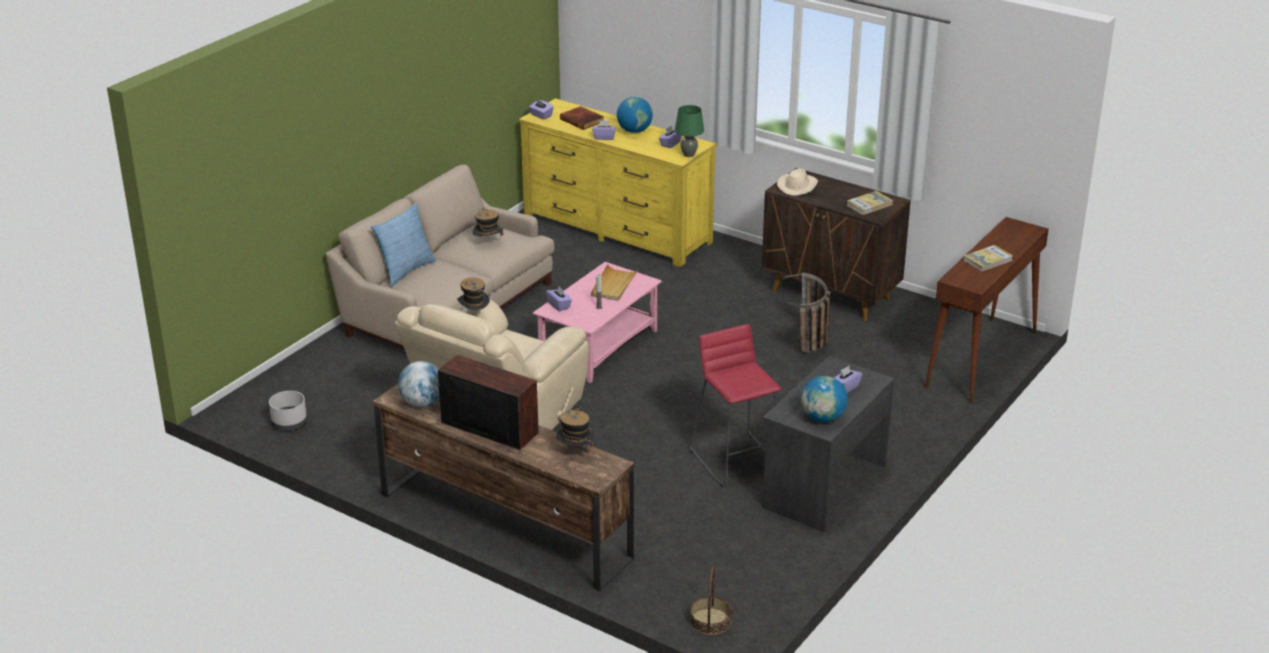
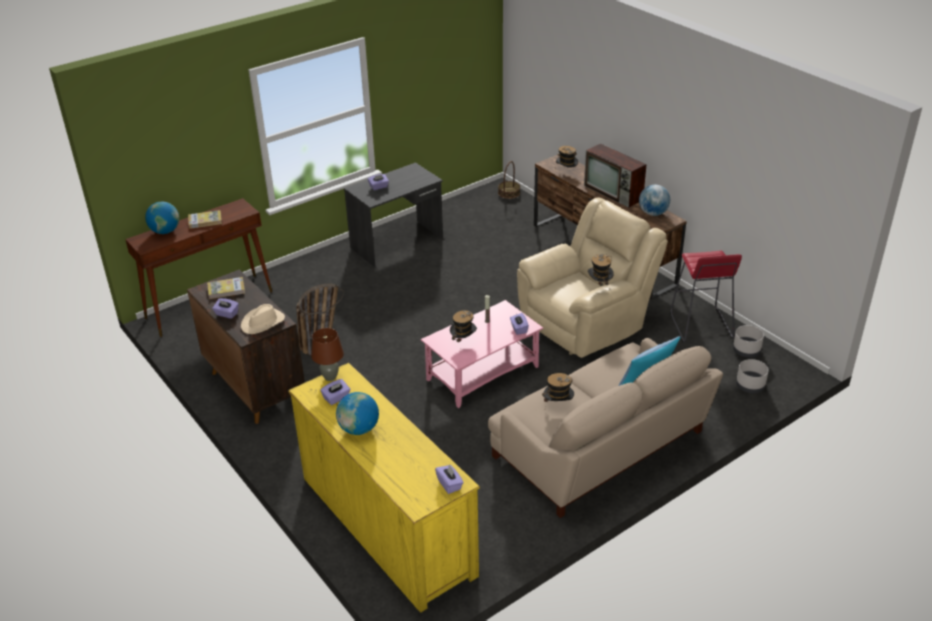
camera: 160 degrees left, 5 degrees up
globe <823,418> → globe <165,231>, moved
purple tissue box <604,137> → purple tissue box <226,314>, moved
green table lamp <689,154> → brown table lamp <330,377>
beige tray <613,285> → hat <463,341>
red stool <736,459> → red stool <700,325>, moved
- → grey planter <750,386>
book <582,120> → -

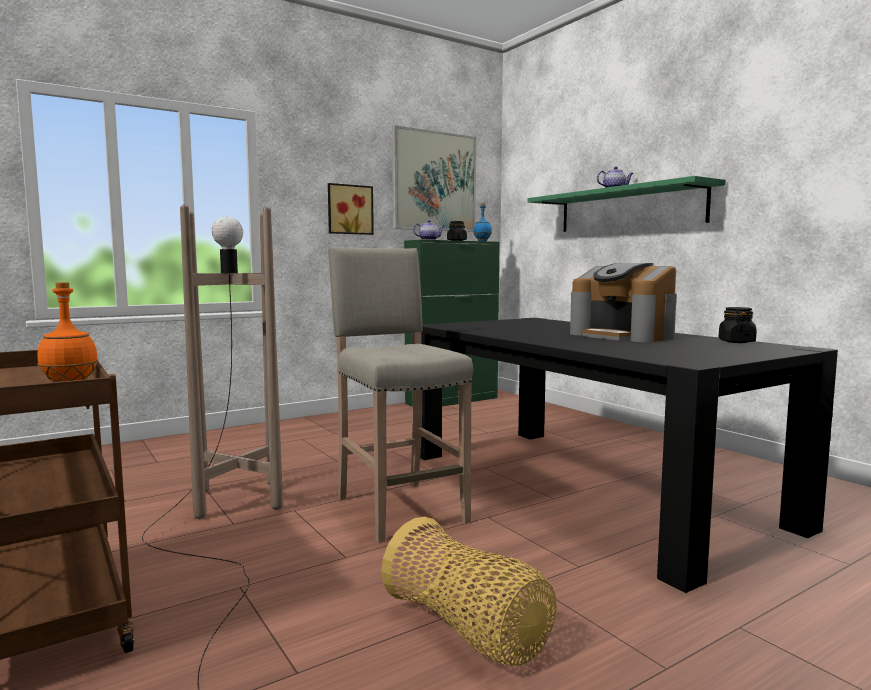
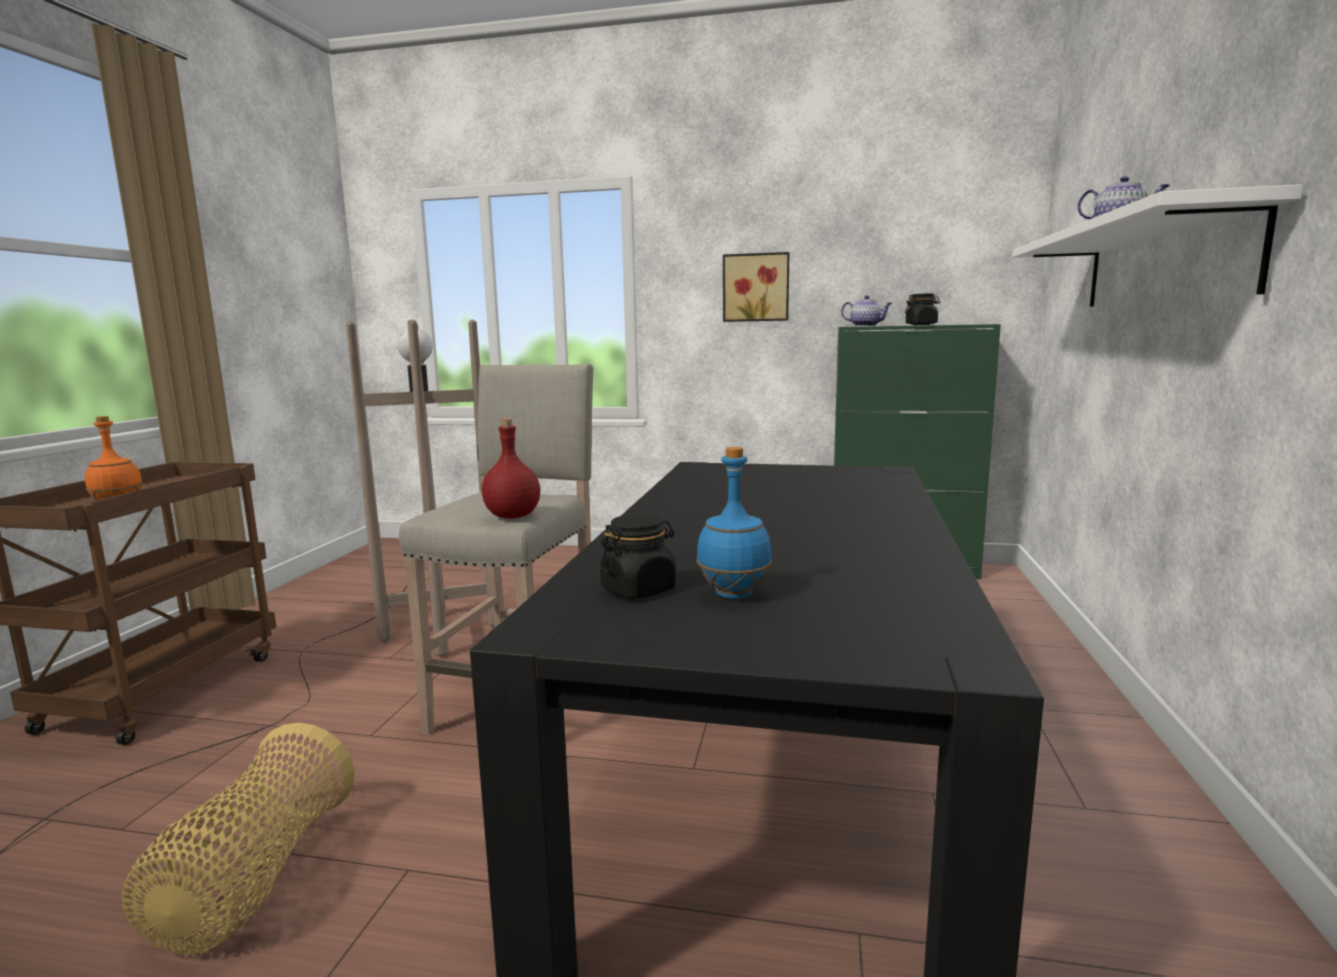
camera: 45 degrees right, 5 degrees up
- → red bottle <513,516>
black jar <736,342> → black jar <639,589>, moved
blue bottle <482,241> → blue bottle <732,594>, moved
green shelf <628,209> → white shelf <1162,263>
picture <434,181> → -
coffee machine <623,336> → -

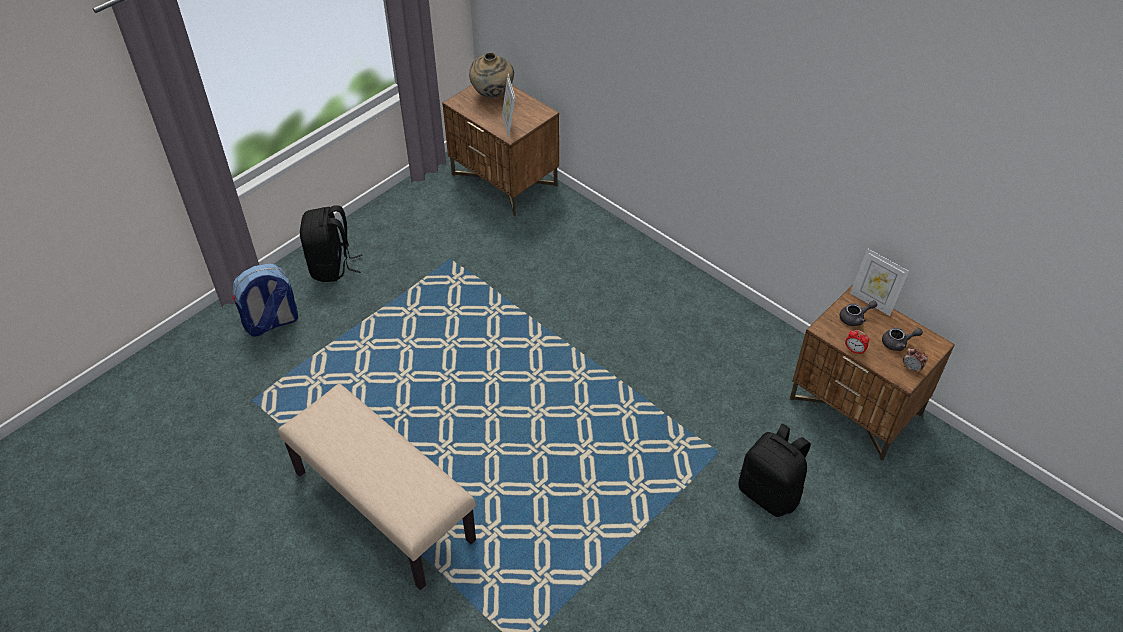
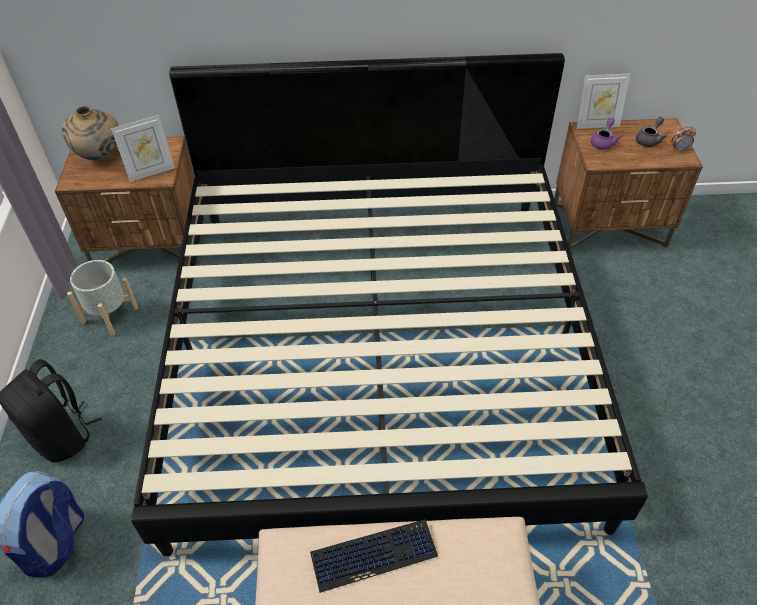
camera: 45 degrees left, 0 degrees up
- → grey planter <109,315>
picture frame <509,125> → picture frame <151,172>, 60 degrees counterclockwise
- → bed <379,348>
- → keyboard <373,555>
grey teapot <855,318> → purple teapot <603,142>
black backpack <770,493> → -
alarm clock <854,350> → -

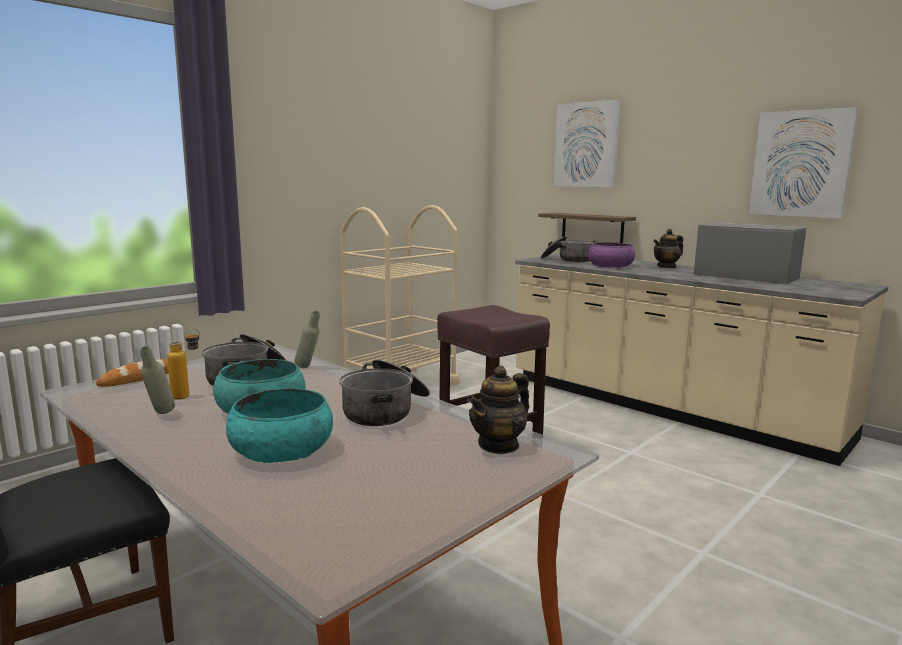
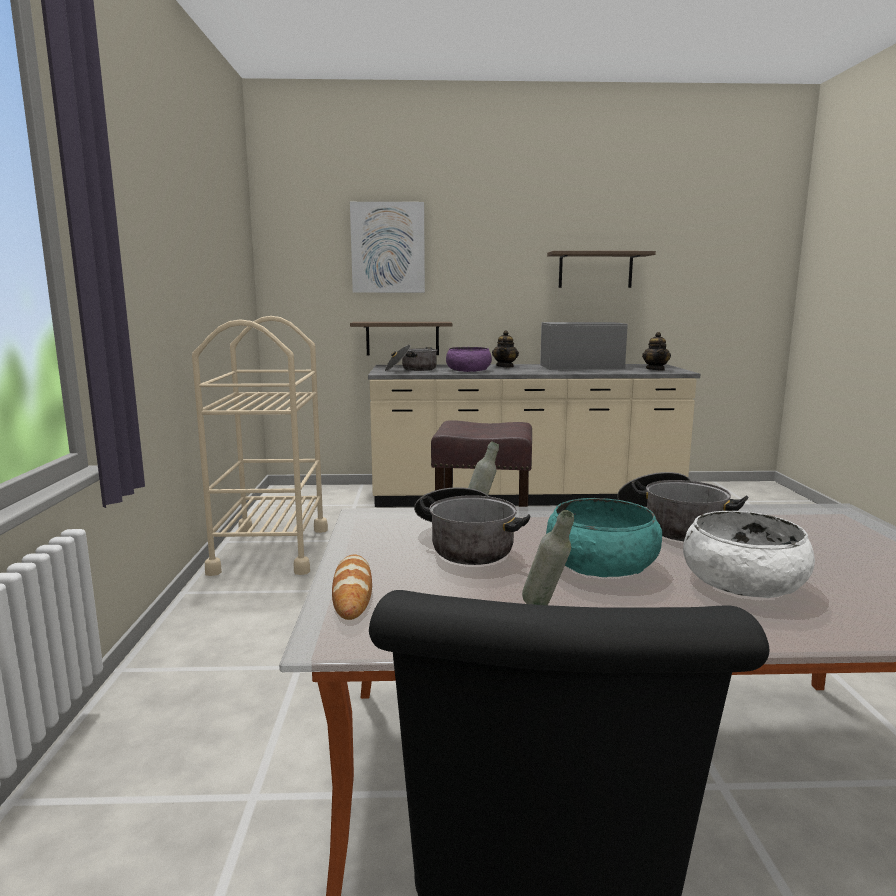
camera: 45 degrees left, 0 degrees up
picture <801,164> → shelf <595,270>
teapot <499,445> → teapot <655,369>, moved
turquoise bowl <282,449> → white bowl <743,581>
bottle <188,396> → -

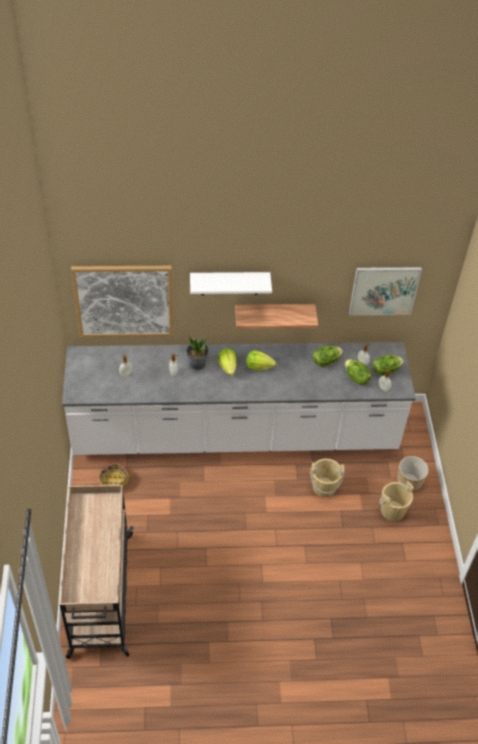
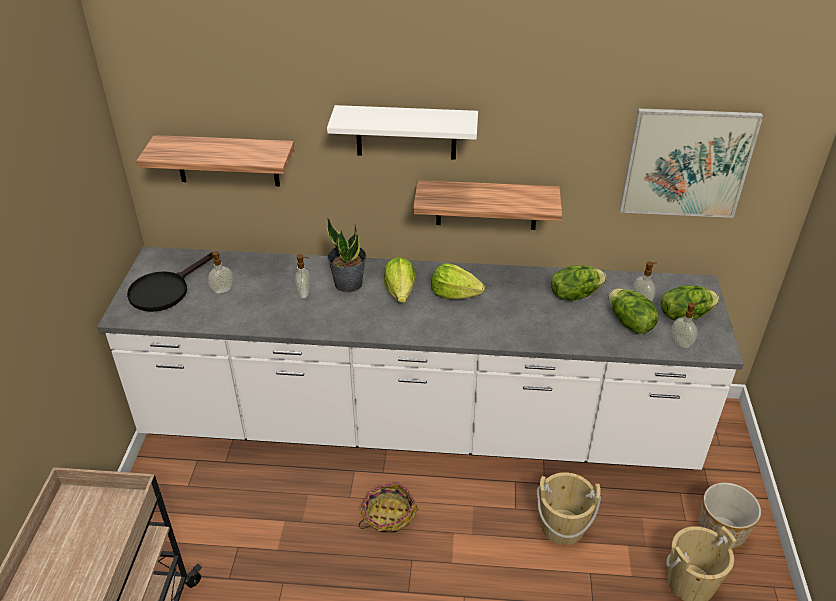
camera: 10 degrees right, 10 degrees down
- → black frying pan <165,290>
picture <124,300> → shelf <227,161>
basket <113,481> → basket <388,515>, moved

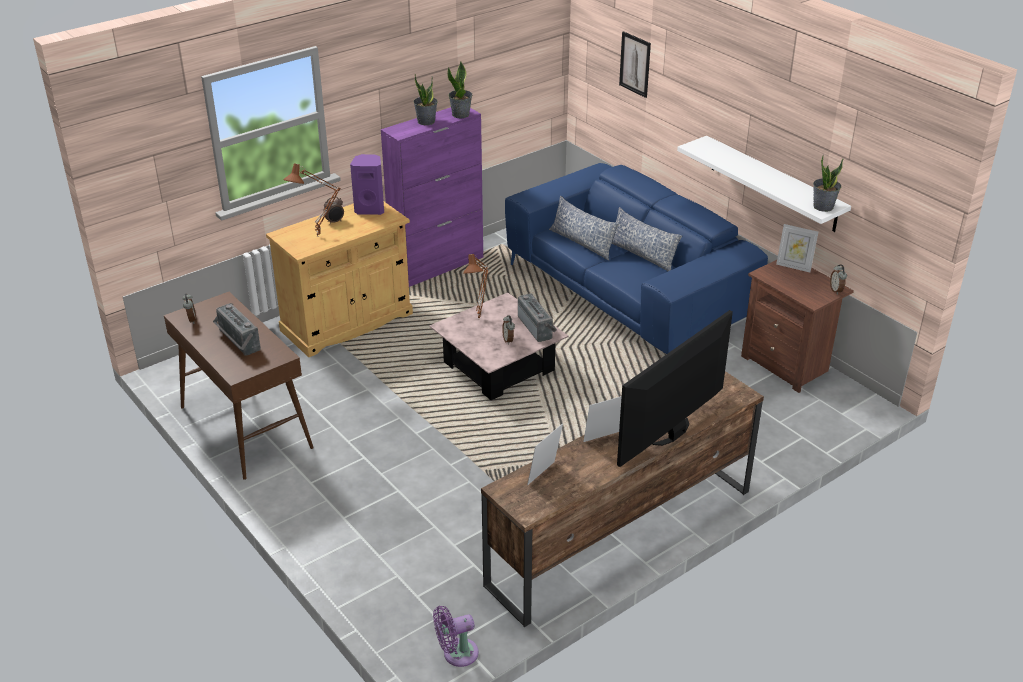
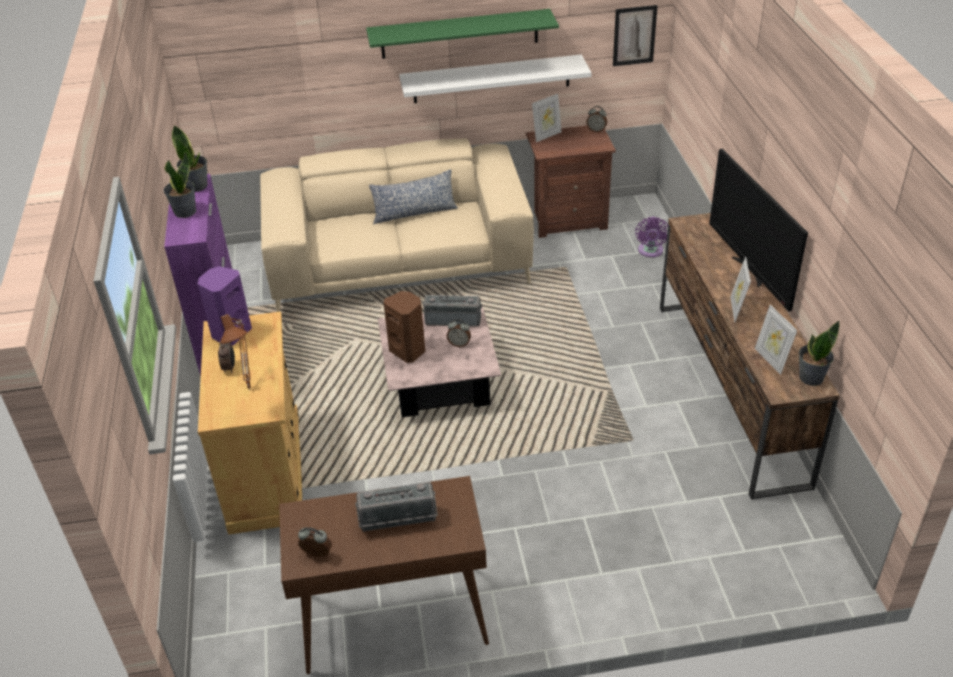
camera: 60 degrees left, 5 degrees up
blue sofa <627,295> → beige sofa <399,264>
- → green shelf <459,34>
brown table lamp <480,319> → brown speaker <408,351>
picture <635,64> → picture <634,35>, moved
purple fan <457,654> → purple fan <650,251>, moved
potted plant <823,206> → potted plant <810,377>, moved
pillow <582,243> → -

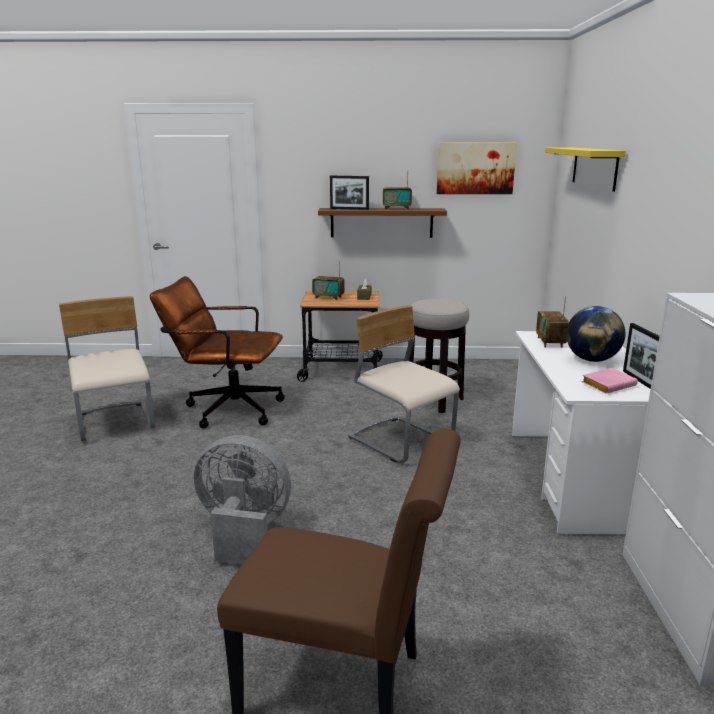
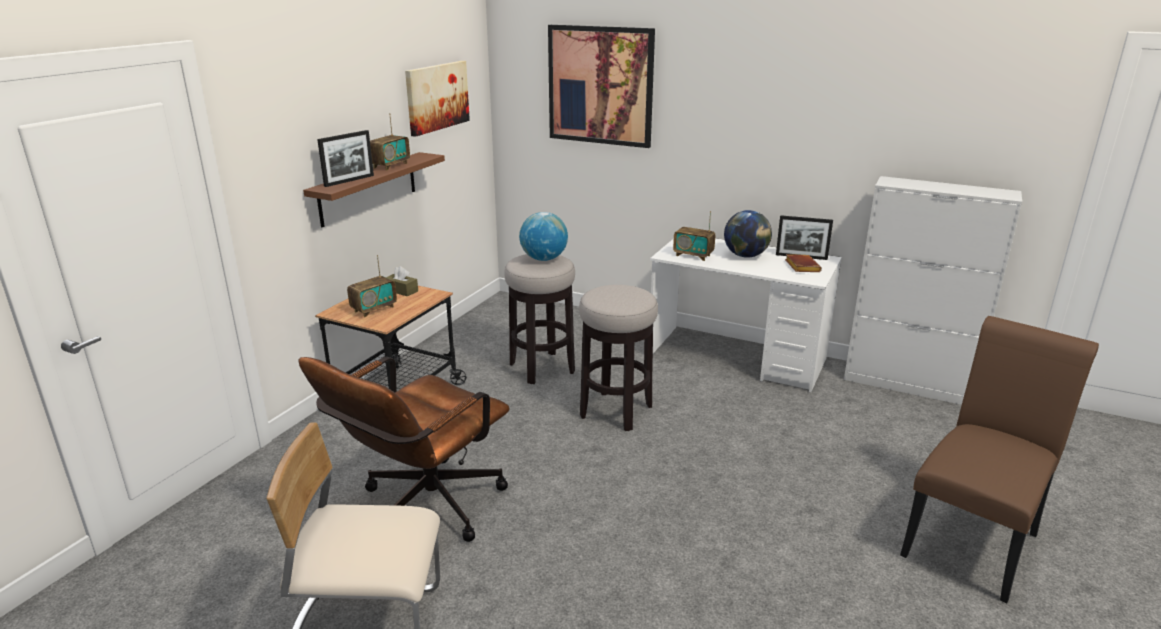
camera: 65 degrees left, 5 degrees up
- → globe <544,259>
yellow shelf <594,167> → picture <600,85>
beige chair <401,440> → stool <615,411>
pink book <608,384> → brown book <800,266>
grey fan <244,533> → -

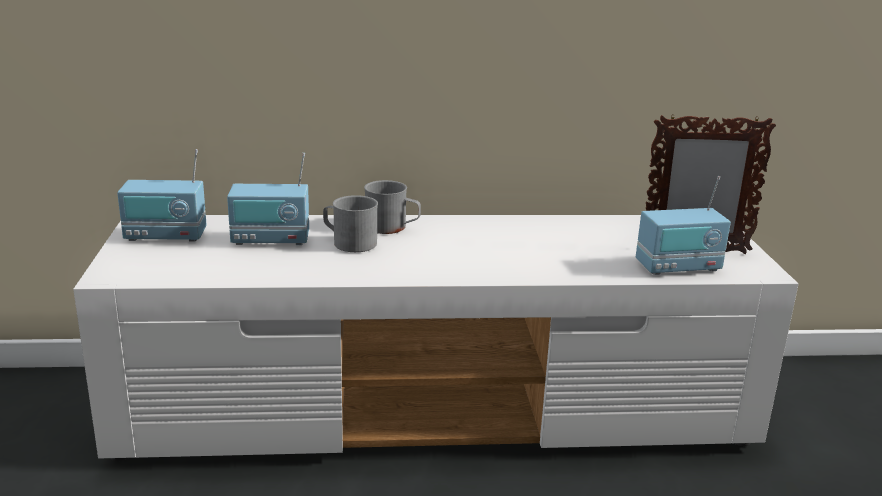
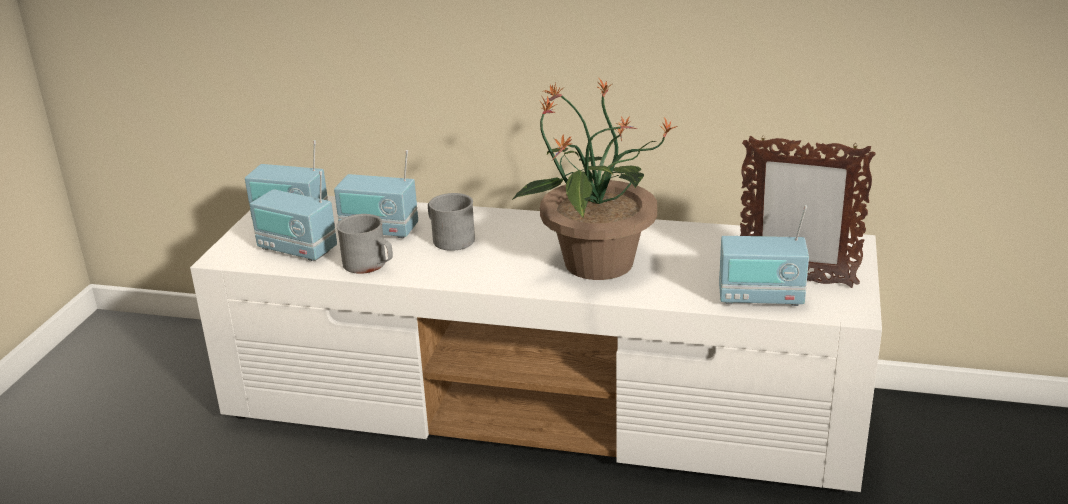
camera: 20 degrees right, 5 degrees up
- → radio <297,250>
grey mug <392,227> → grey mug <370,265>, moved
- → potted plant <596,263>

